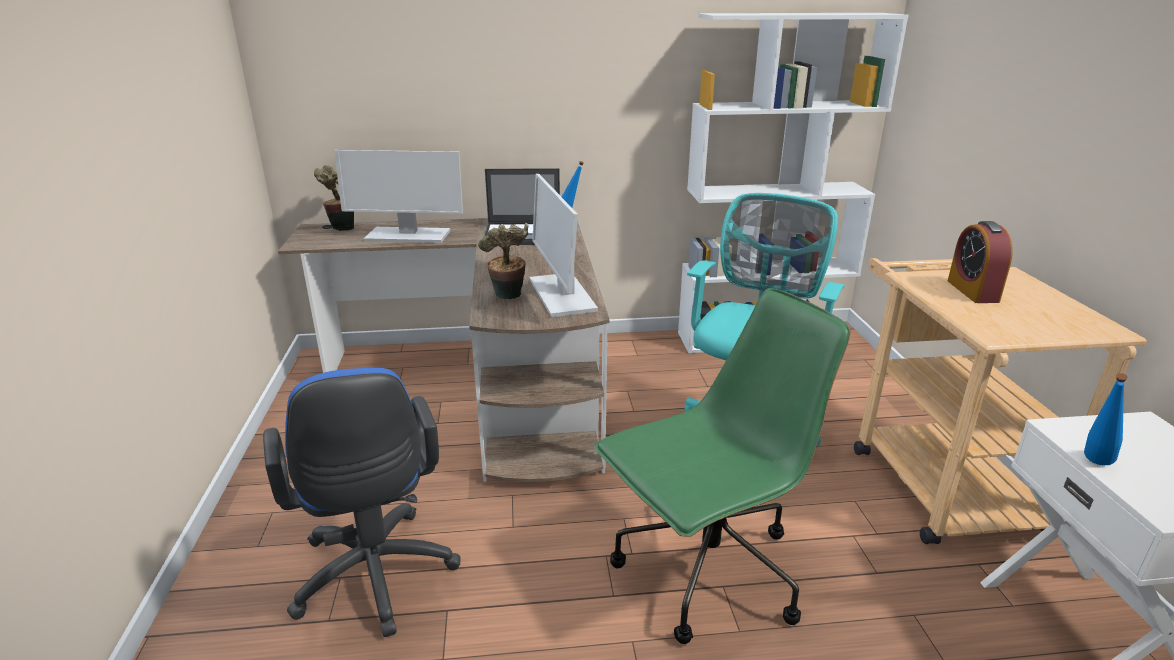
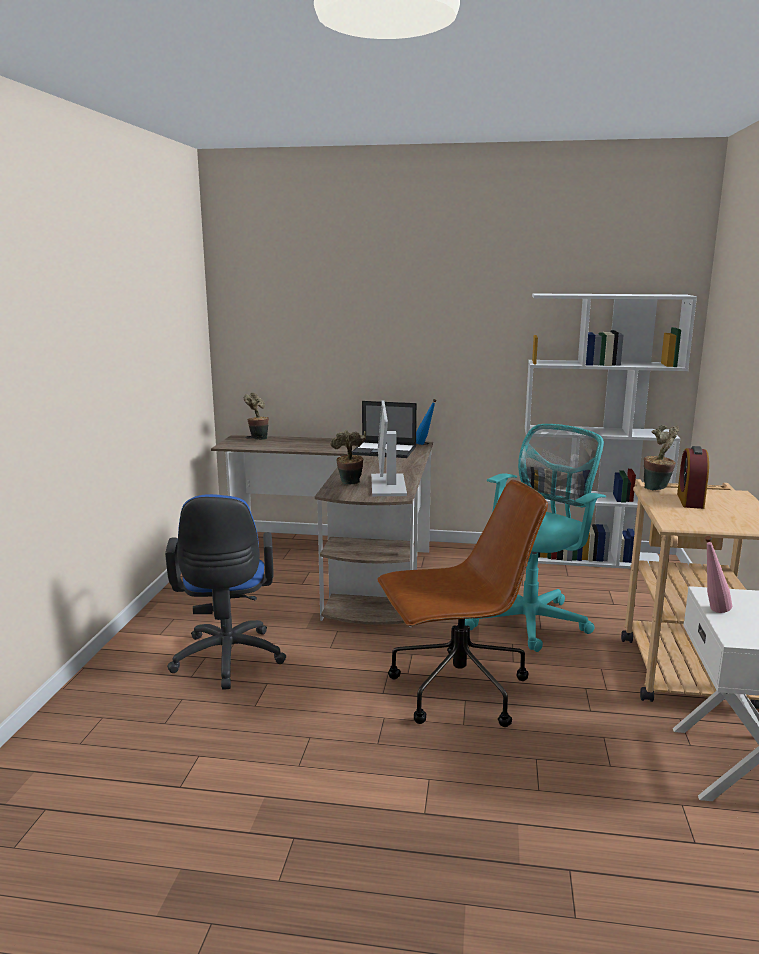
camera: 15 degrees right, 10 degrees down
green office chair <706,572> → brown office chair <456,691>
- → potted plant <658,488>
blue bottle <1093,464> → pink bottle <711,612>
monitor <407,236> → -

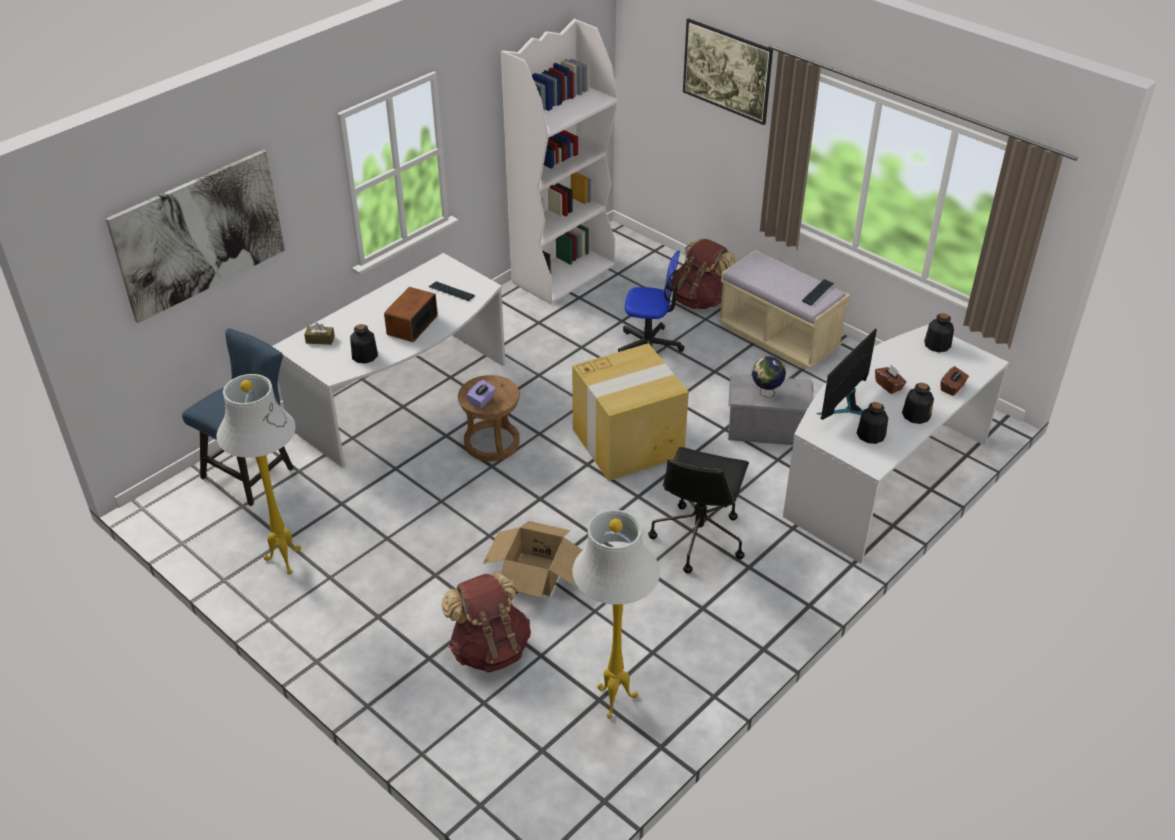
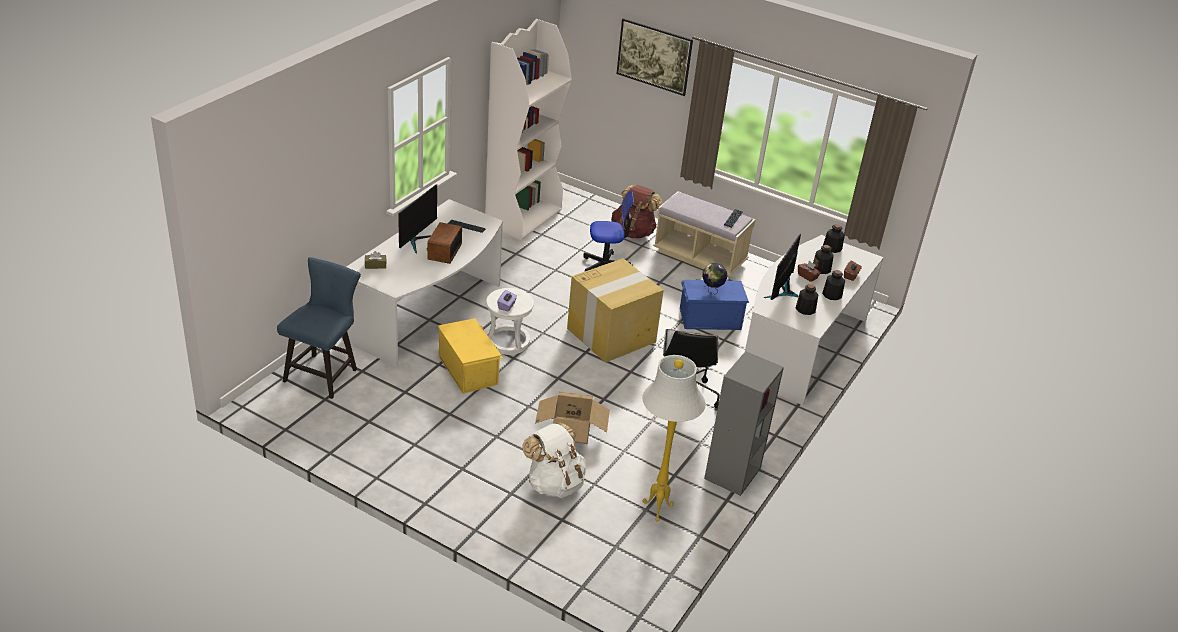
camera: 15 degrees left, 5 degrees down
- → monitor <417,240>
- → yellow storage box <469,370>
brown stool <492,443> → white stool <508,341>
brown backpack <490,649> → white backpack <554,483>
grey storage box <766,427> → blue storage box <709,318>
- → grey bookcase <732,474>
bottle <365,356> → bottle <821,269>, moved
picture <199,234> → -
white floor lamp <285,560> → -

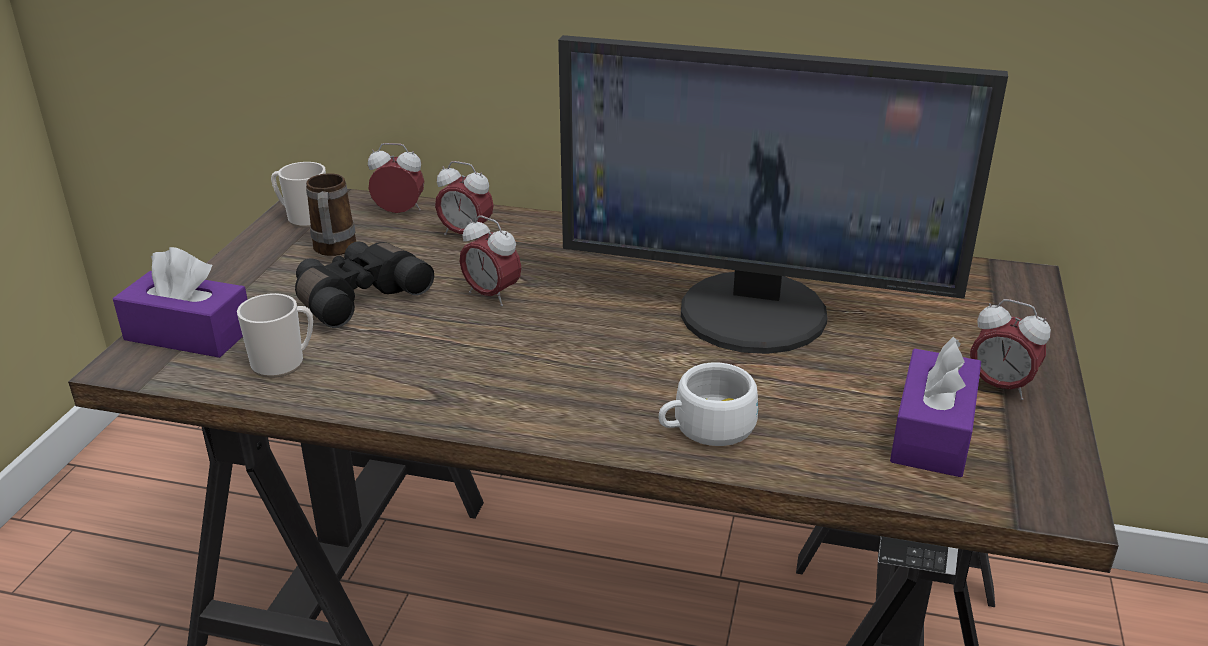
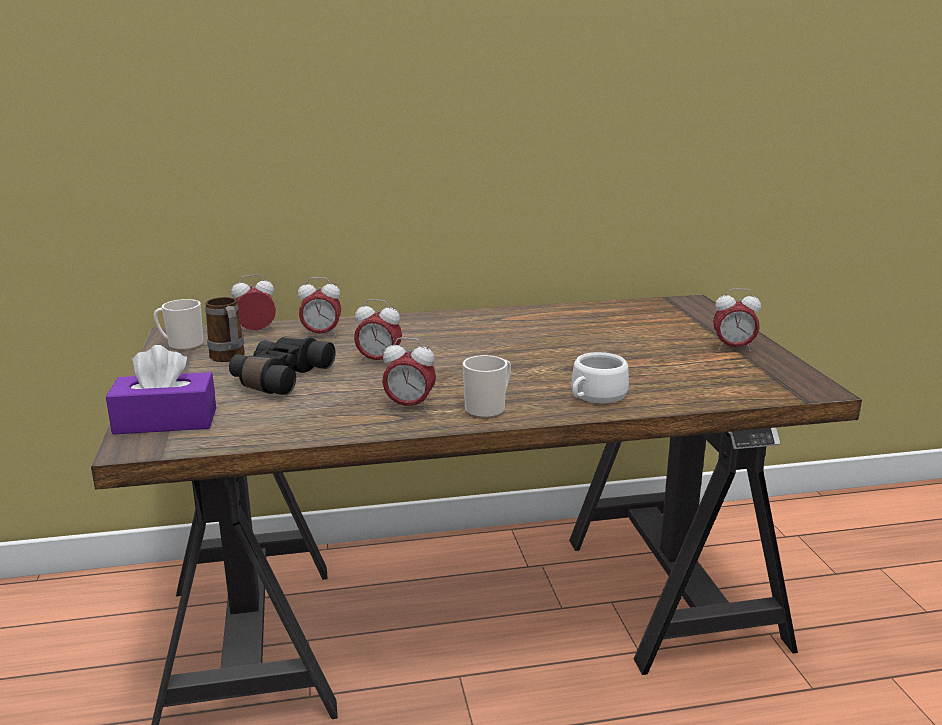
camera: 25 degrees left, 10 degrees down
- → alarm clock <409,407>
mug <284,363> → mug <488,409>, moved
monitor <755,311> → -
purple tissue box <932,432> → -

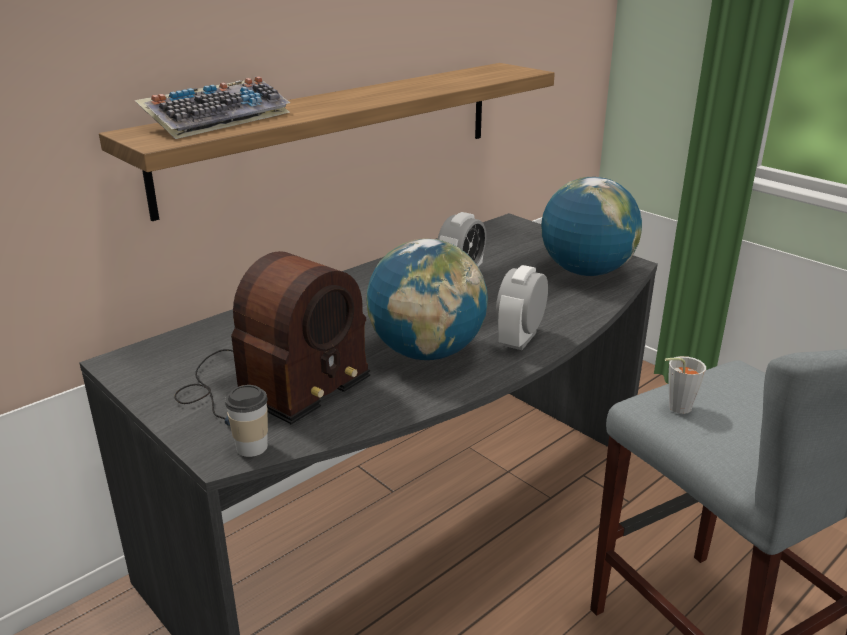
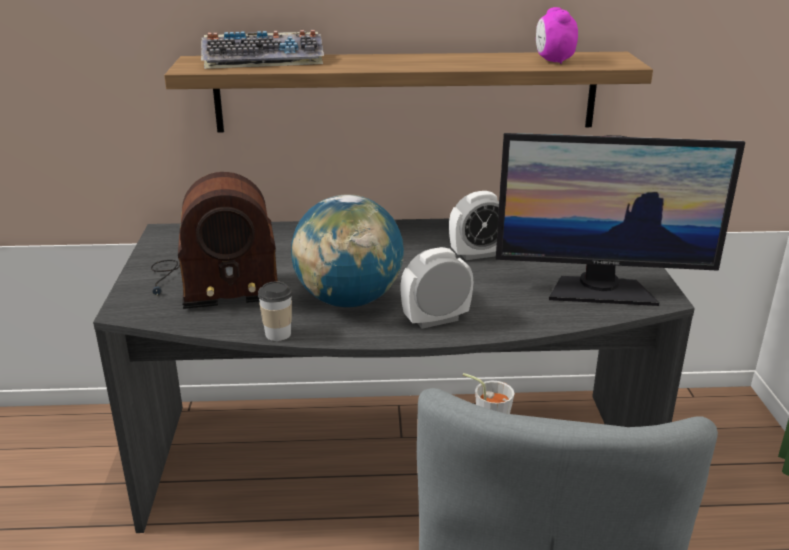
camera: 40 degrees right, 0 degrees up
cup <252,447> → cup <278,334>, moved
globe <586,272> → monitor <600,289>
- → alarm clock <553,61>

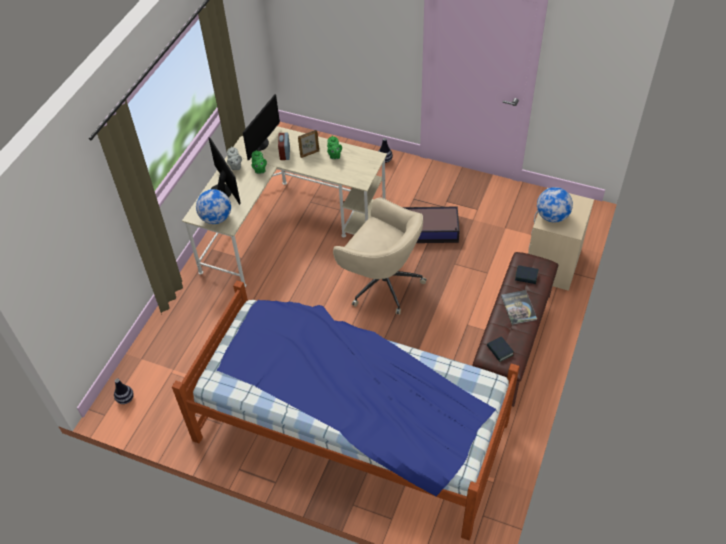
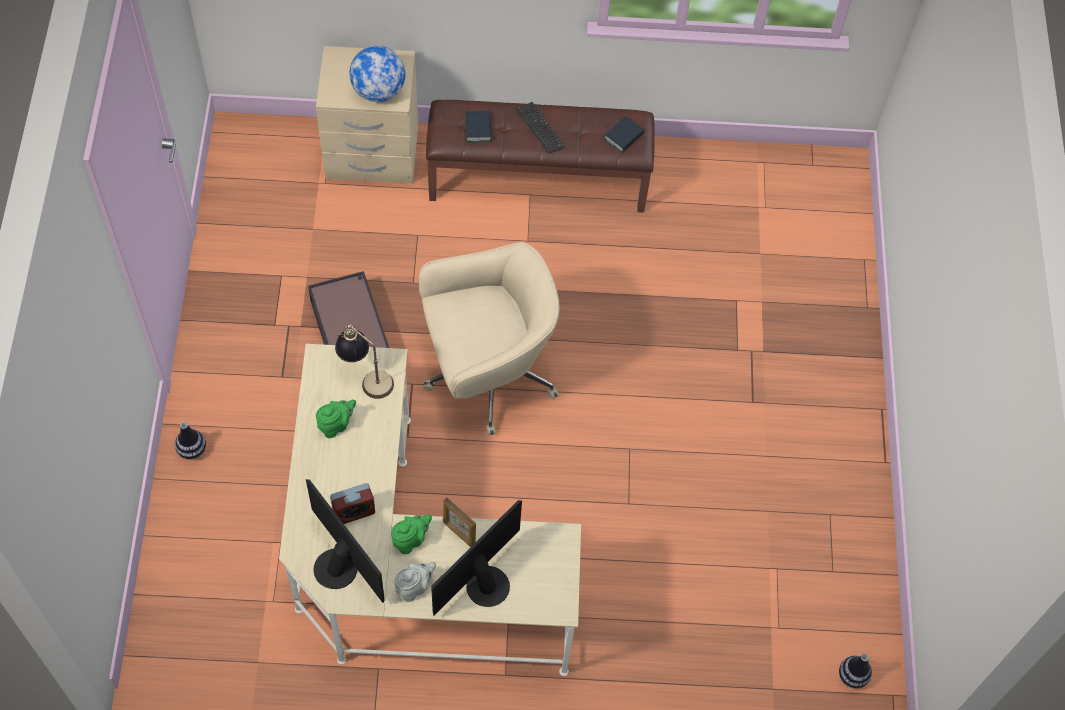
camera: 115 degrees left, 10 degrees up
monitor <260,144> → monitor <340,565>, 45 degrees clockwise
- → table lamp <366,377>
beige office chair <382,282> → beige office chair <487,374>, 60 degrees clockwise
picture frame <309,153> → picture frame <459,533>, moved
book <518,307> → keyboard <540,128>
bed <351,430> → -
globe <216,218> → -

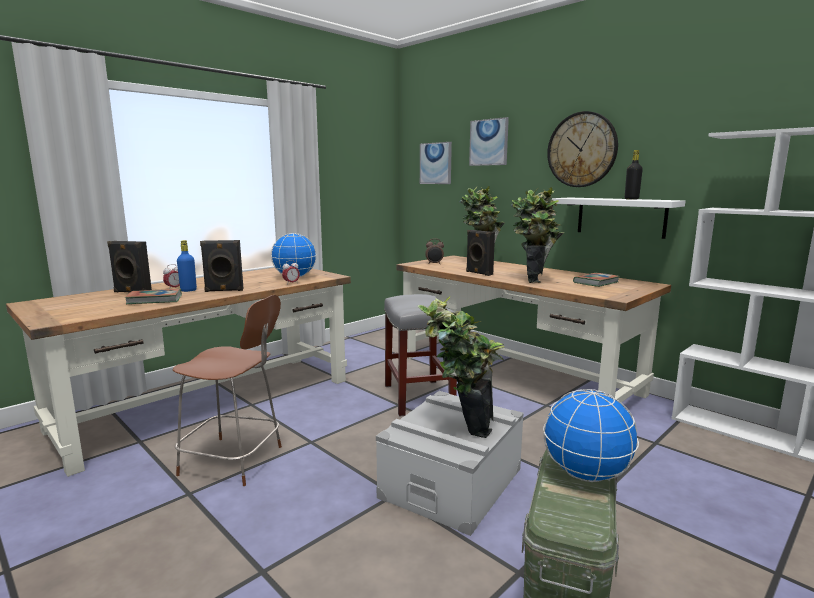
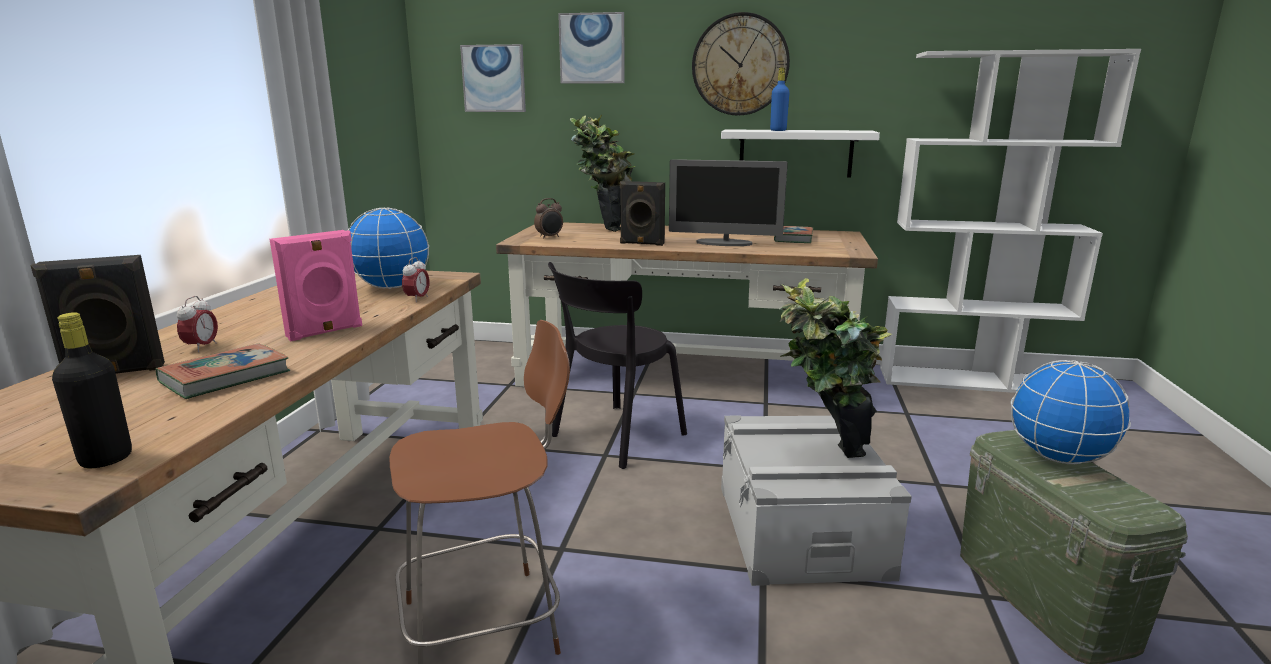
camera: 35 degrees left, 5 degrees up
black bottle <631,199> → black bottle <106,459>, moved
black speaker <224,290> → pink speaker <325,332>
grey stool <417,397> → black chair <614,437>
potted plant <534,279> → monitor <724,243>
blue bottle <188,290> → blue bottle <778,130>, moved

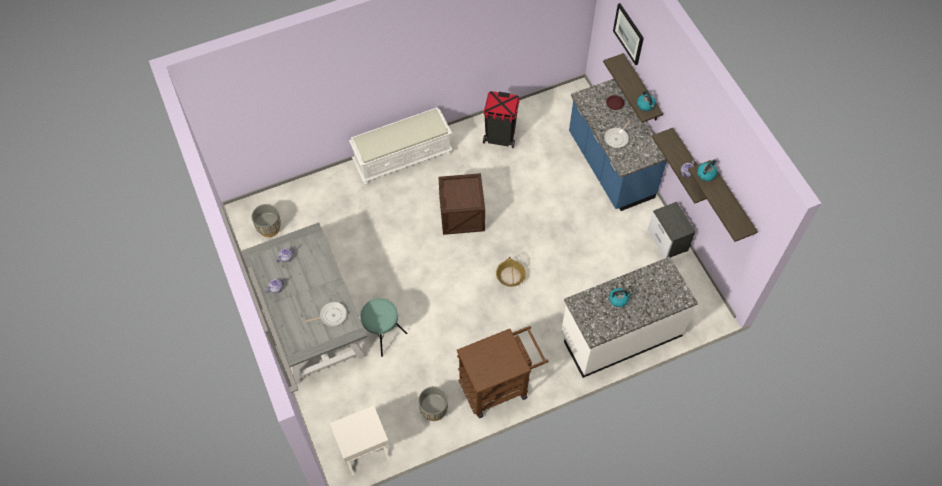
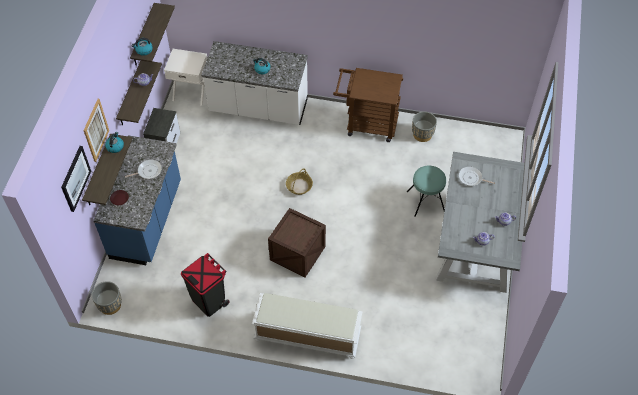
camera: 145 degrees left, 5 degrees down
- → picture <96,130>
grey planter <269,228> → grey planter <110,305>, moved
white nightstand <364,451> → white nightstand <191,92>, moved

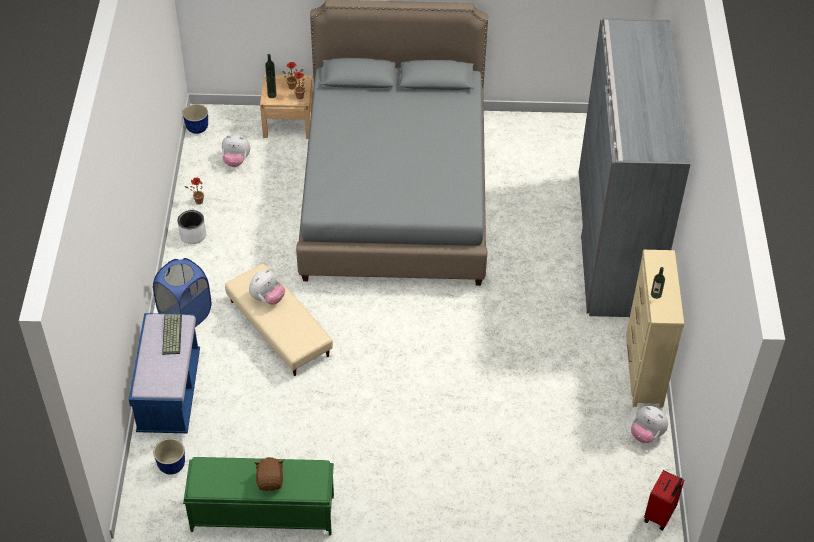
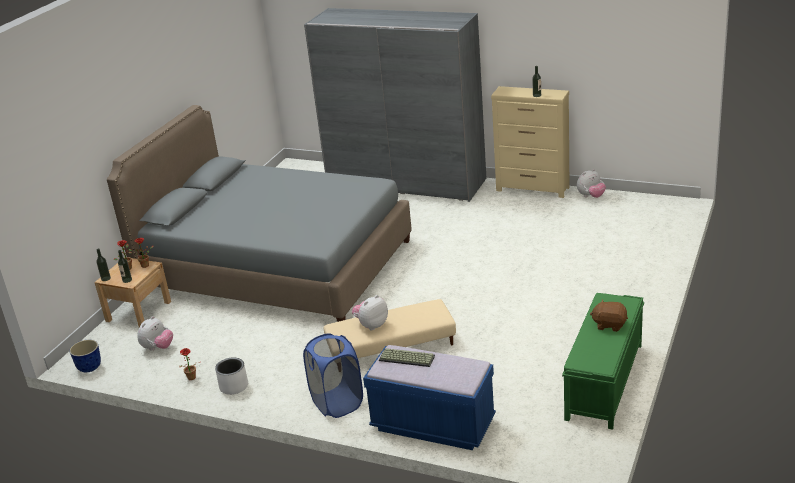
camera: 65 degrees left, 20 degrees down
plush toy <267,298> → plush toy <371,325>, 105 degrees counterclockwise
planter <171,466> → -
red suitcase <660,515> → -

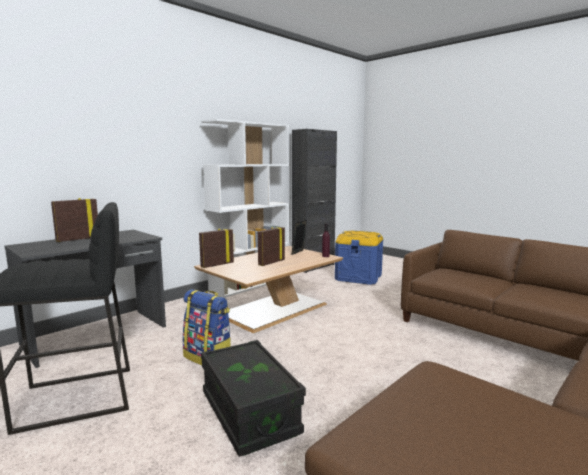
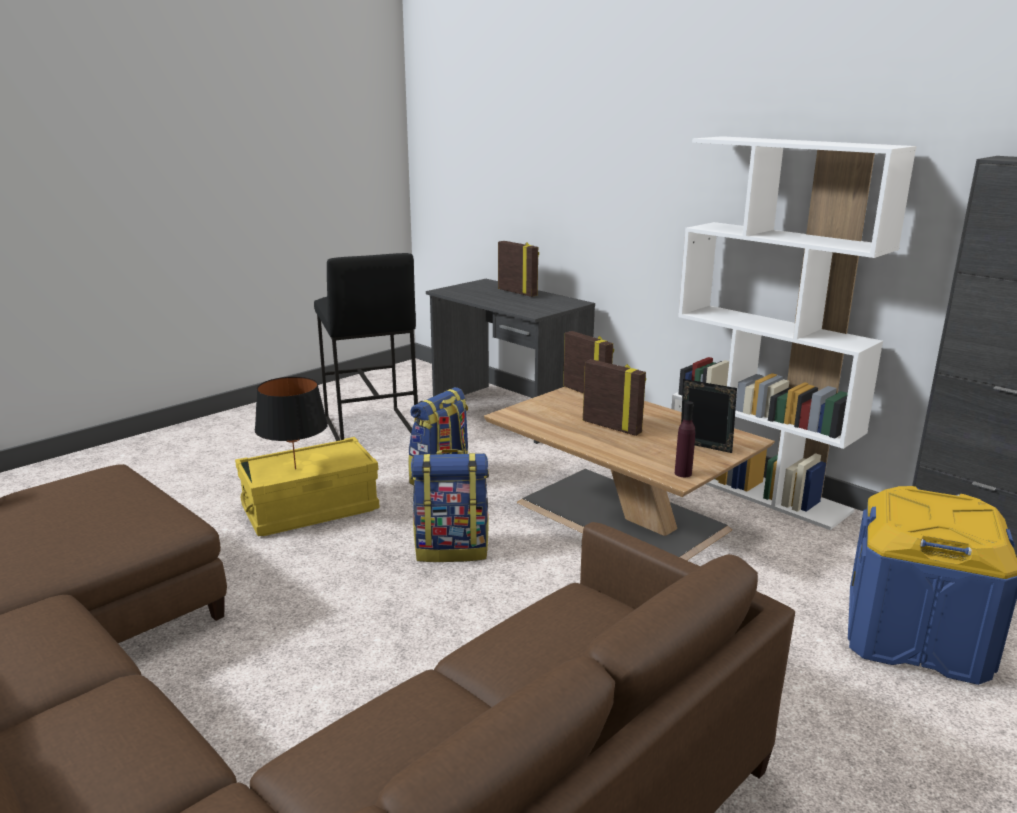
camera: 90 degrees right, 10 degrees up
black storage box <249,413> → yellow storage box <310,509>
- → black table lamp <295,469>
- → backpack <452,550>

